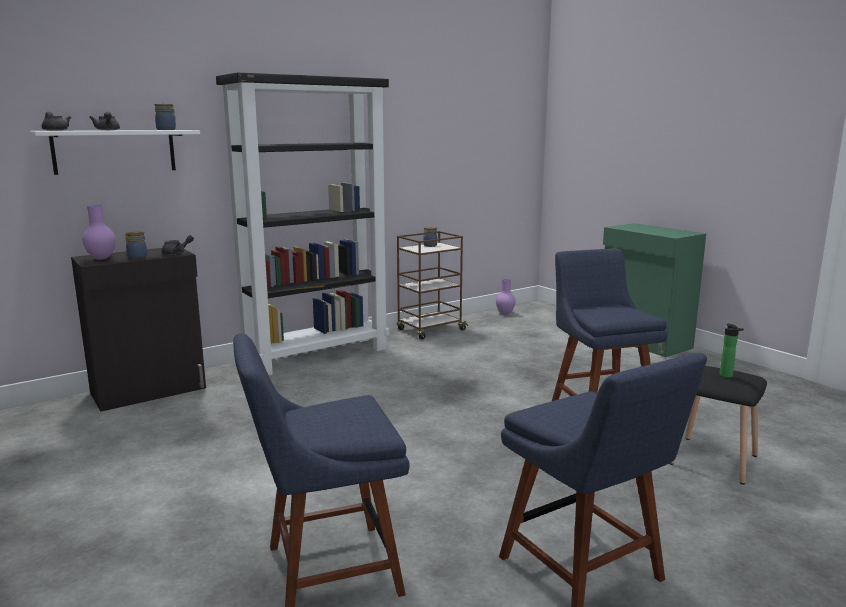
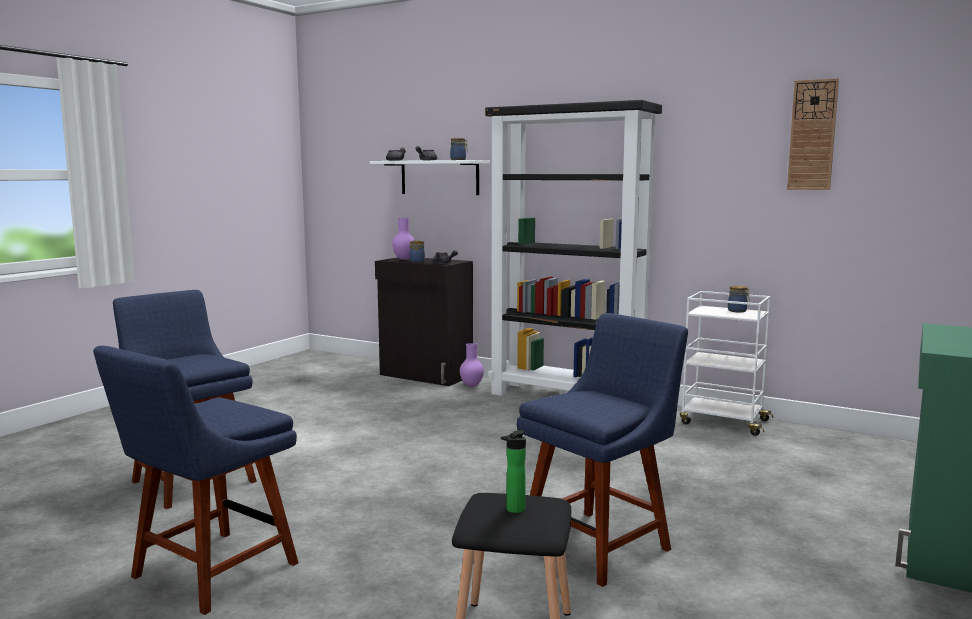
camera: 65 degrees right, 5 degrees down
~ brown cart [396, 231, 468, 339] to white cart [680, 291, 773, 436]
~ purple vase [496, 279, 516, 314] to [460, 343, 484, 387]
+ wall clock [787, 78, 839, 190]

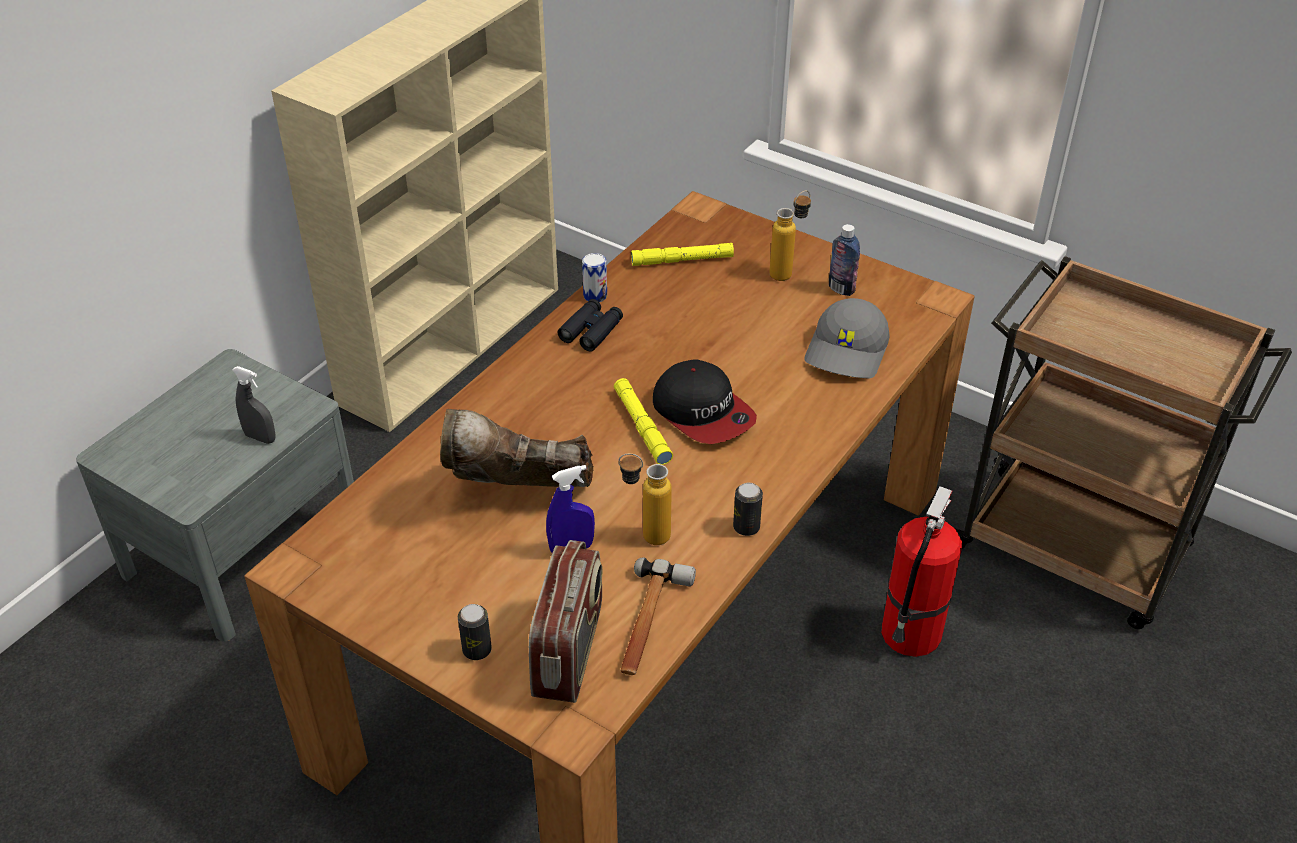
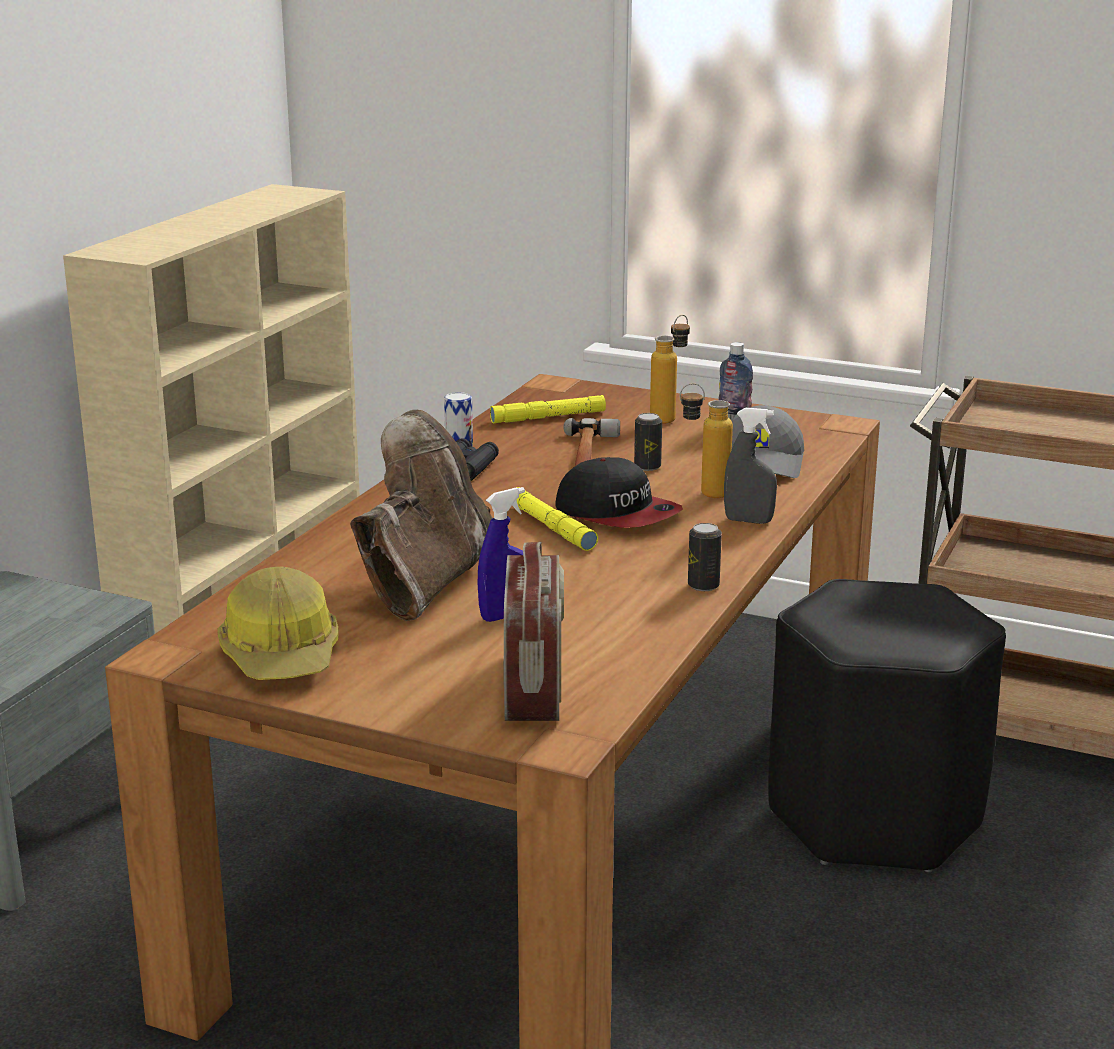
camera: 10 degrees left, 20 degrees down
~ grey spray bottle [232, 366, 276, 444] to [724, 408, 777, 524]
~ brown boot [440, 409, 593, 487] = [350, 410, 493, 621] 120 degrees clockwise
~ can [458, 604, 492, 660] to [634, 413, 662, 471]
~ bottle [618, 453, 672, 545] to [680, 383, 733, 498]
~ hammer [621, 557, 696, 675] to [564, 418, 620, 466]
~ fire extinguisher [881, 486, 962, 657] to black stool [768, 579, 1006, 872]
+ hard hat [217, 567, 339, 680]

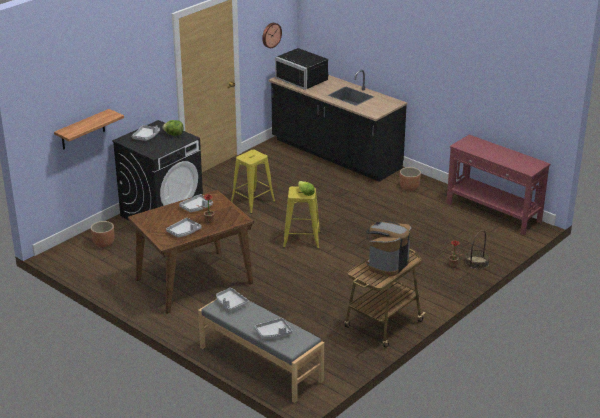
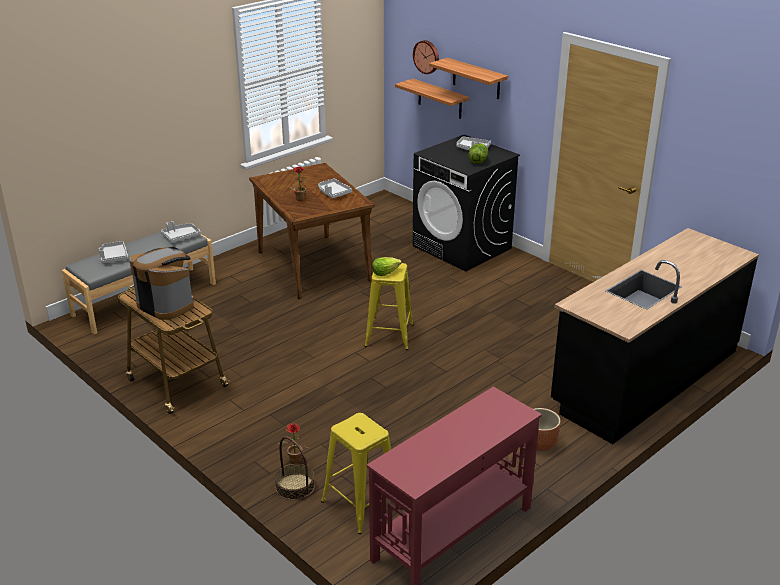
camera: 95 degrees right, 0 degrees up
- brown planter [91, 221, 114, 247]
- grey tray [166, 218, 202, 237]
~ yellow stool [231, 150, 275, 214] to [321, 413, 401, 534]
~ wall clock [262, 23, 282, 48] to [413, 40, 439, 74]
- black microwave [275, 48, 329, 90]
+ shelf [429, 58, 508, 99]

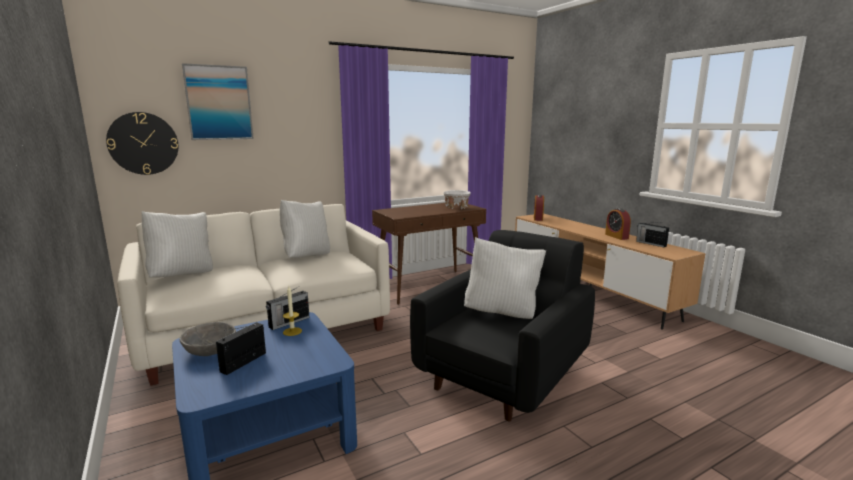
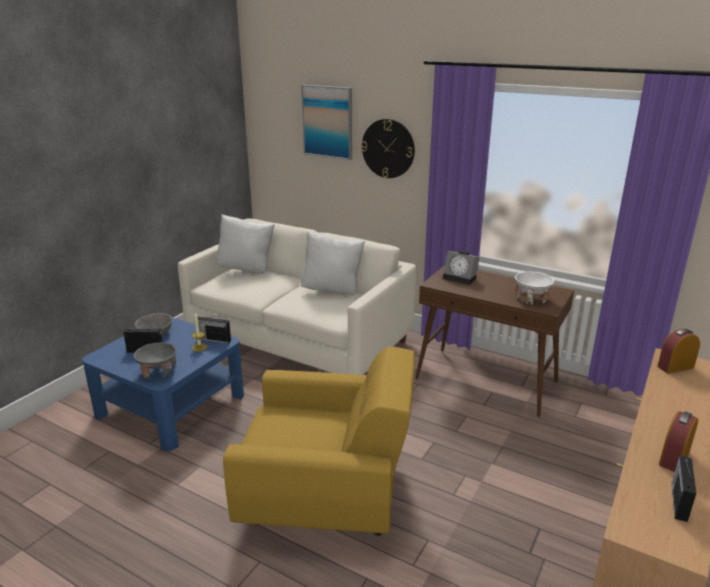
camera: 60 degrees right, 10 degrees up
~ wall clock [106, 112, 178, 175] to [361, 119, 415, 178]
~ black armchair [410, 230, 595, 422] to yellow armchair [223, 347, 415, 536]
- white pillow [464, 237, 546, 319]
+ grey bowl [134, 342, 177, 380]
+ alarm clock [443, 251, 480, 285]

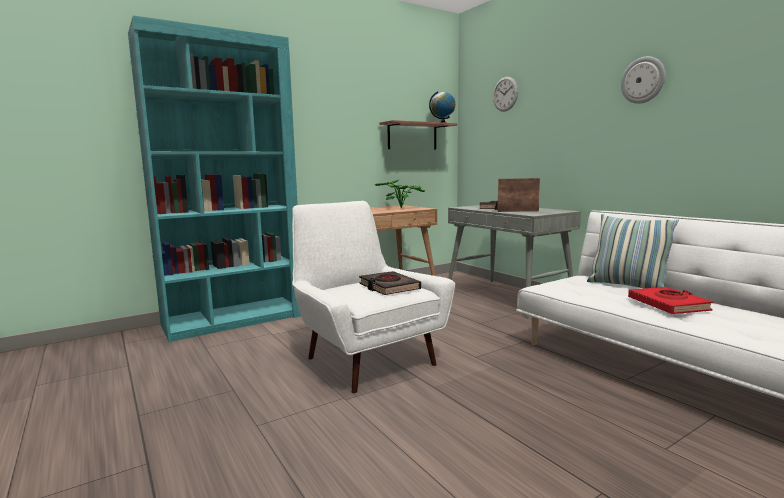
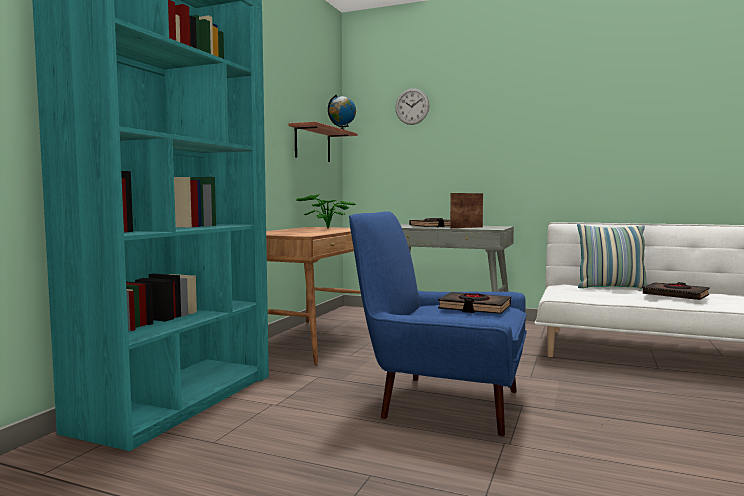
camera: 35 degrees left, 5 degrees down
~ white armchair [292, 201, 455, 393] to blue armchair [349, 211, 527, 436]
- wall clock [621, 56, 665, 104]
~ red book [628, 287, 714, 314] to black book [643, 282, 710, 300]

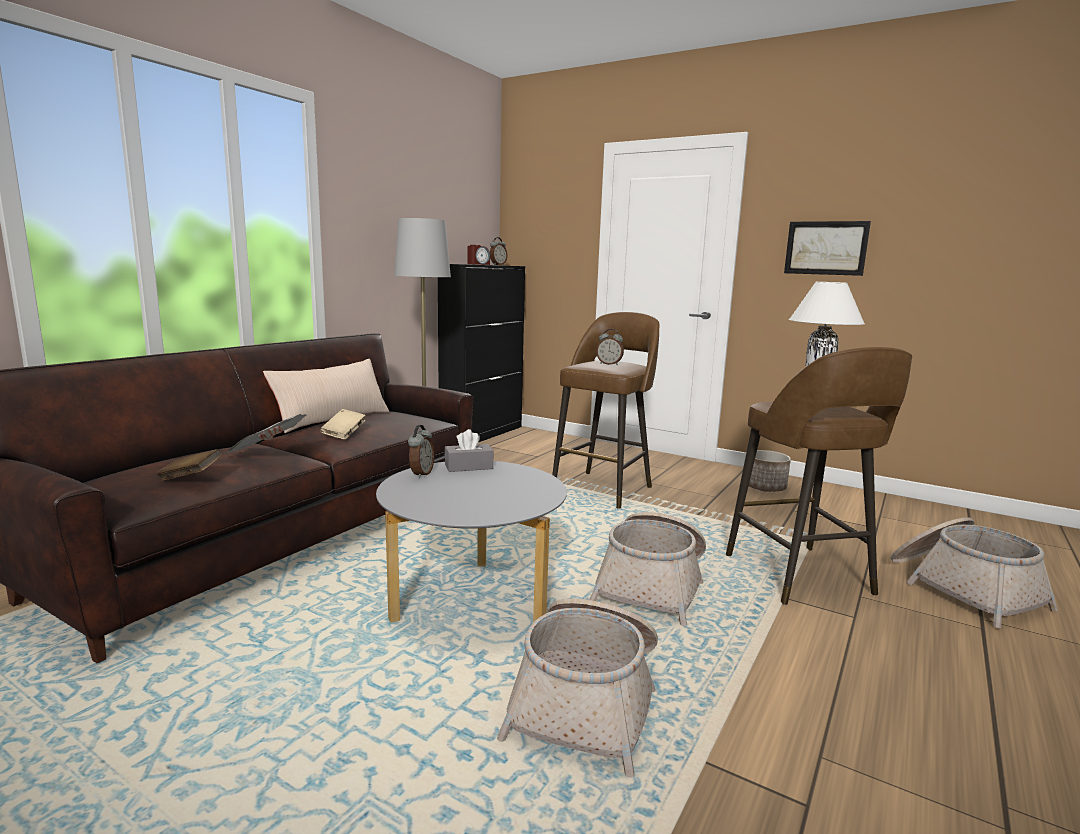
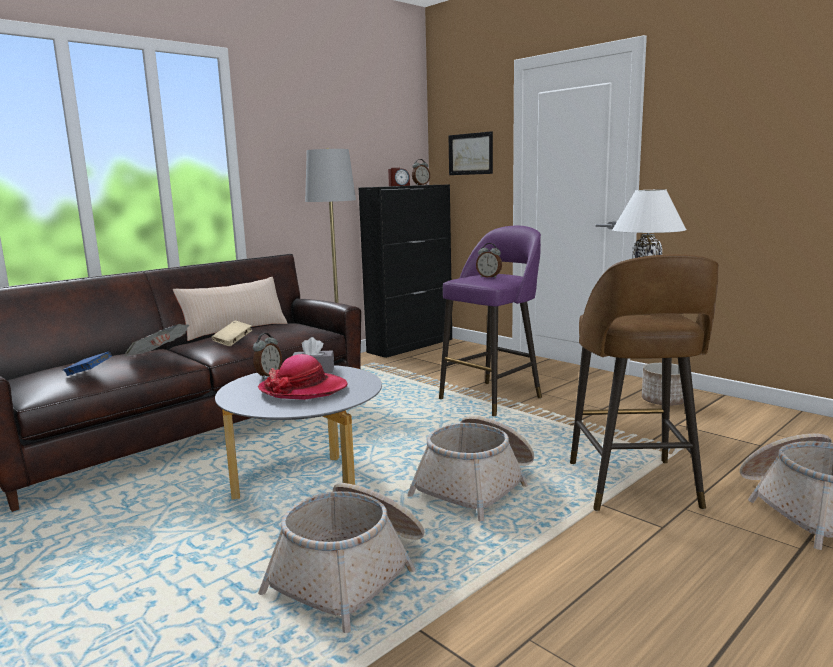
camera: 15 degrees right, 0 degrees up
~ brown book [156, 449, 222, 481] to blue book [63, 351, 112, 376]
~ brown stool [552, 312, 659, 509] to purple stool [439, 226, 542, 416]
~ picture [784, 221, 871, 276] to [449, 131, 493, 175]
+ hat [258, 354, 347, 400]

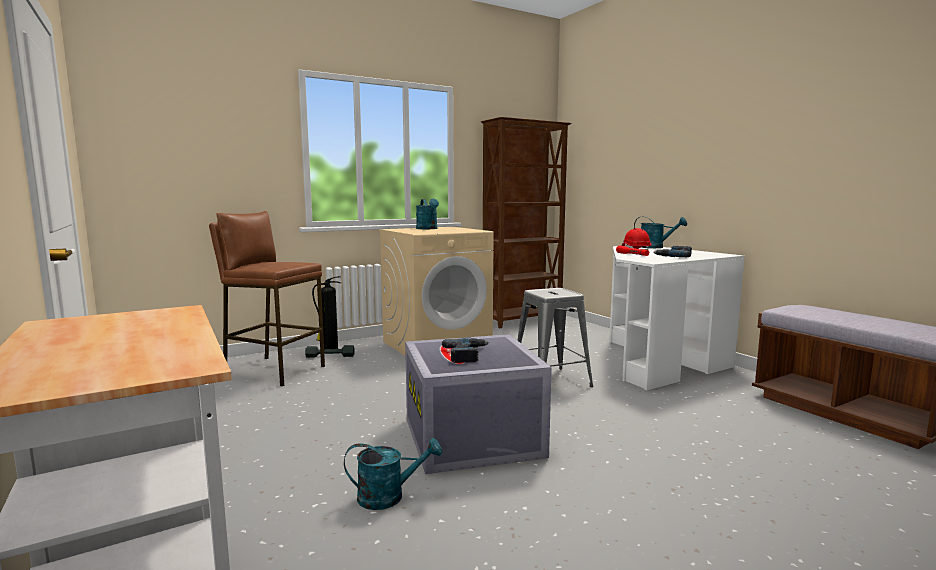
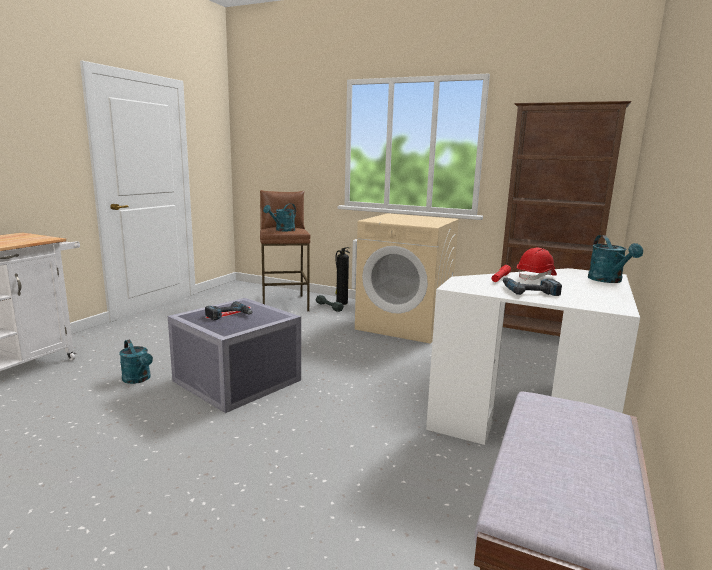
camera: 55 degrees right, 5 degrees up
~ turquoise watering can [416, 199, 439, 229] to [263, 203, 296, 231]
- grey stool [518, 288, 593, 387]

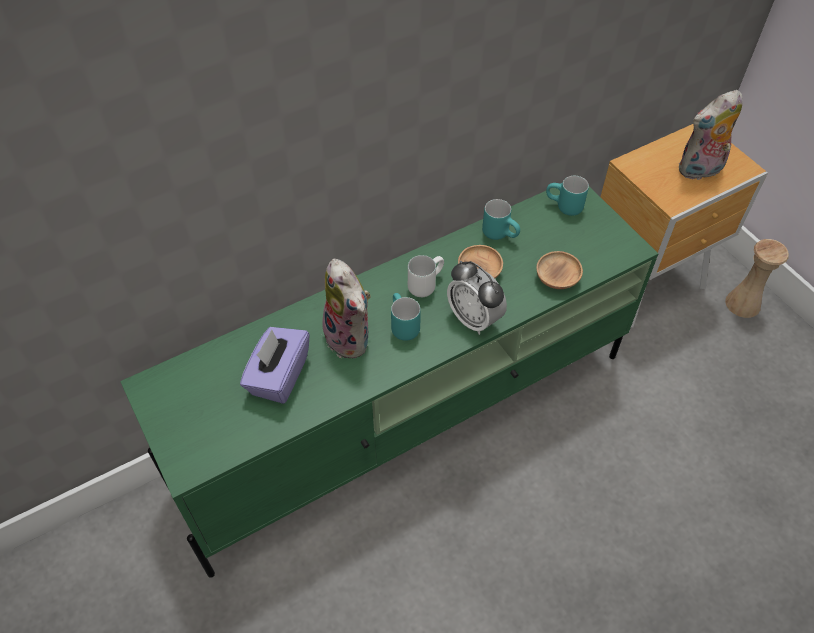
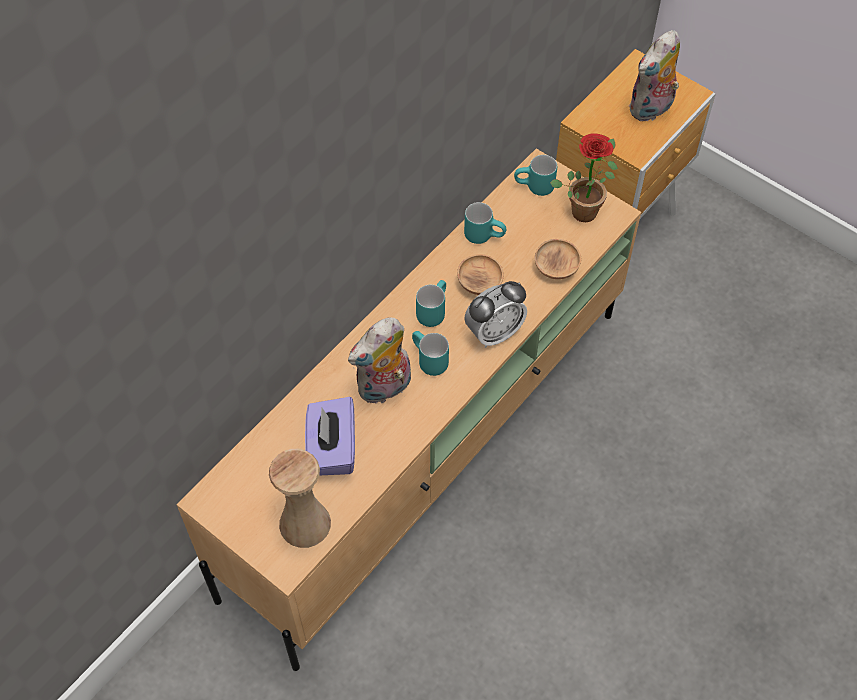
camera: 20 degrees left, 5 degrees up
~ green tv stand [120, 187, 658, 578] to beige tv stand [176, 149, 641, 671]
~ plush toy [322, 259, 370, 358] = [348, 317, 411, 404] 105 degrees clockwise
~ white mug [408, 255, 444, 297] to turquoise mug [416, 280, 446, 327]
~ alarm clock [447, 261, 507, 335] = [464, 281, 527, 348] 60 degrees counterclockwise
~ beige vase [725, 239, 789, 318] to [269, 449, 331, 548]
+ potted plant [550, 134, 618, 222]

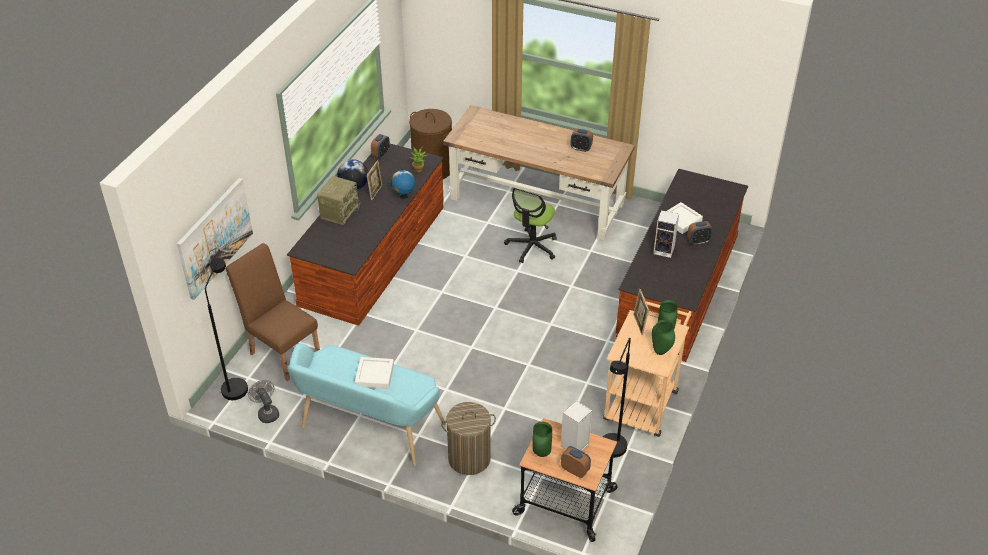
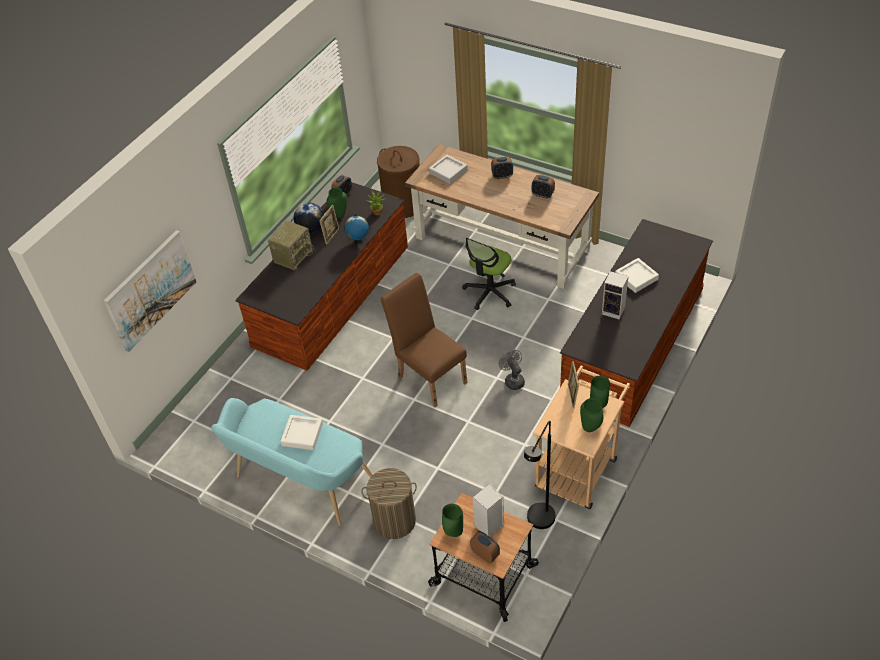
camera: 10 degrees right, 5 degrees up
- black floor lamp [205, 257, 248, 400]
~ brown chair [226, 243, 320, 381] to [381, 273, 467, 407]
~ grey fan [248, 380, 279, 423] to [498, 350, 525, 390]
~ alarm clock [687, 221, 713, 245] to [491, 157, 513, 179]
+ green vase [327, 188, 347, 218]
+ grey tray [429, 155, 468, 184]

